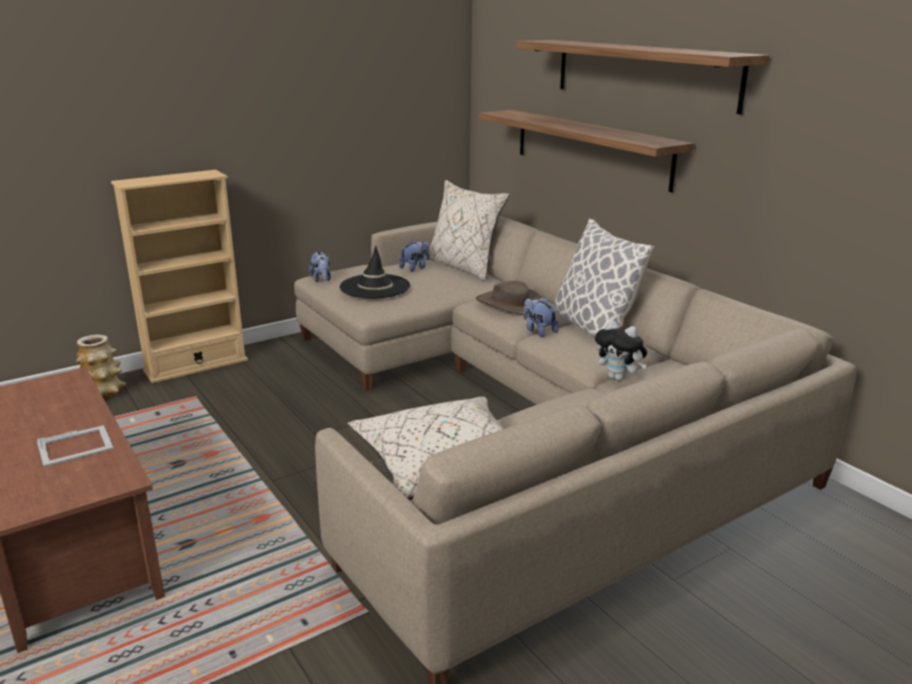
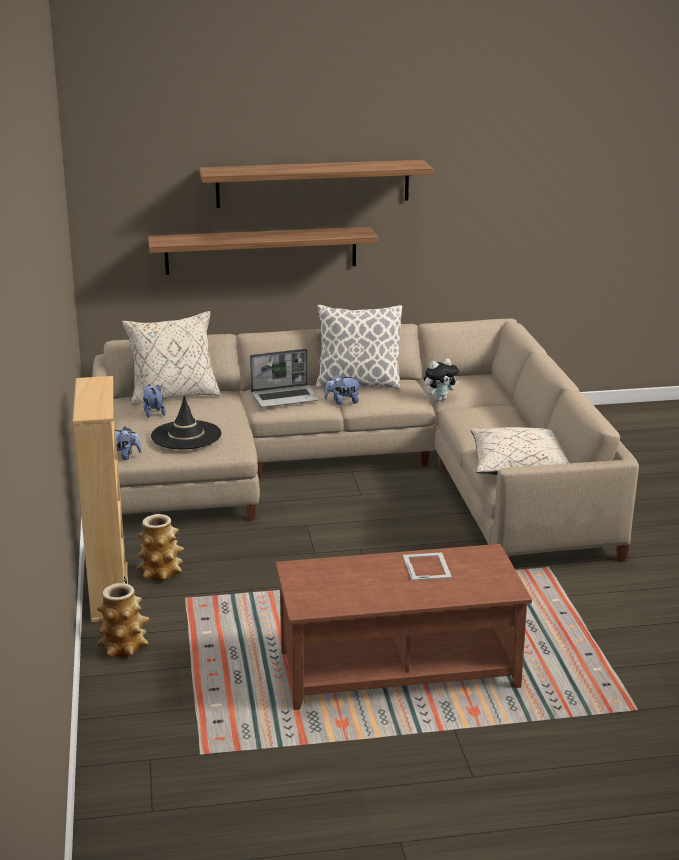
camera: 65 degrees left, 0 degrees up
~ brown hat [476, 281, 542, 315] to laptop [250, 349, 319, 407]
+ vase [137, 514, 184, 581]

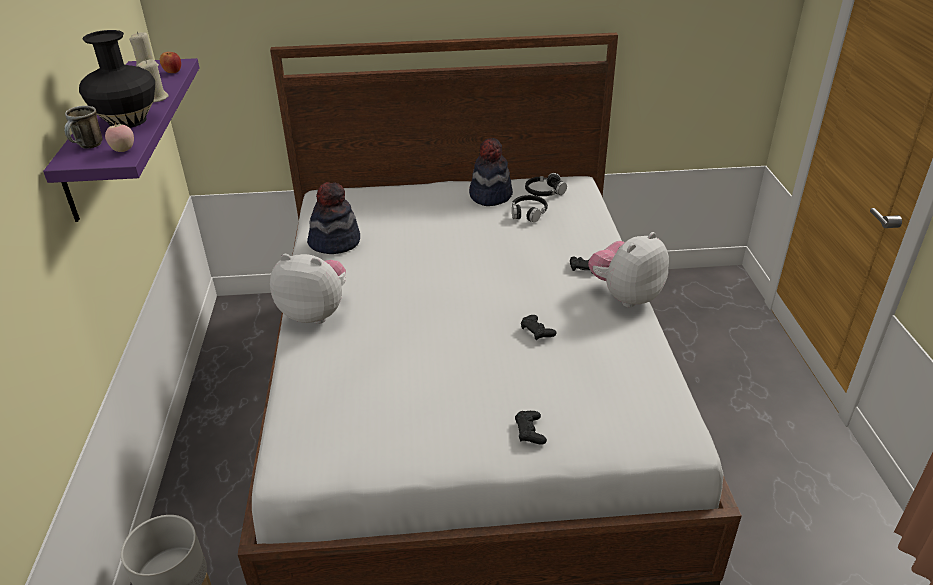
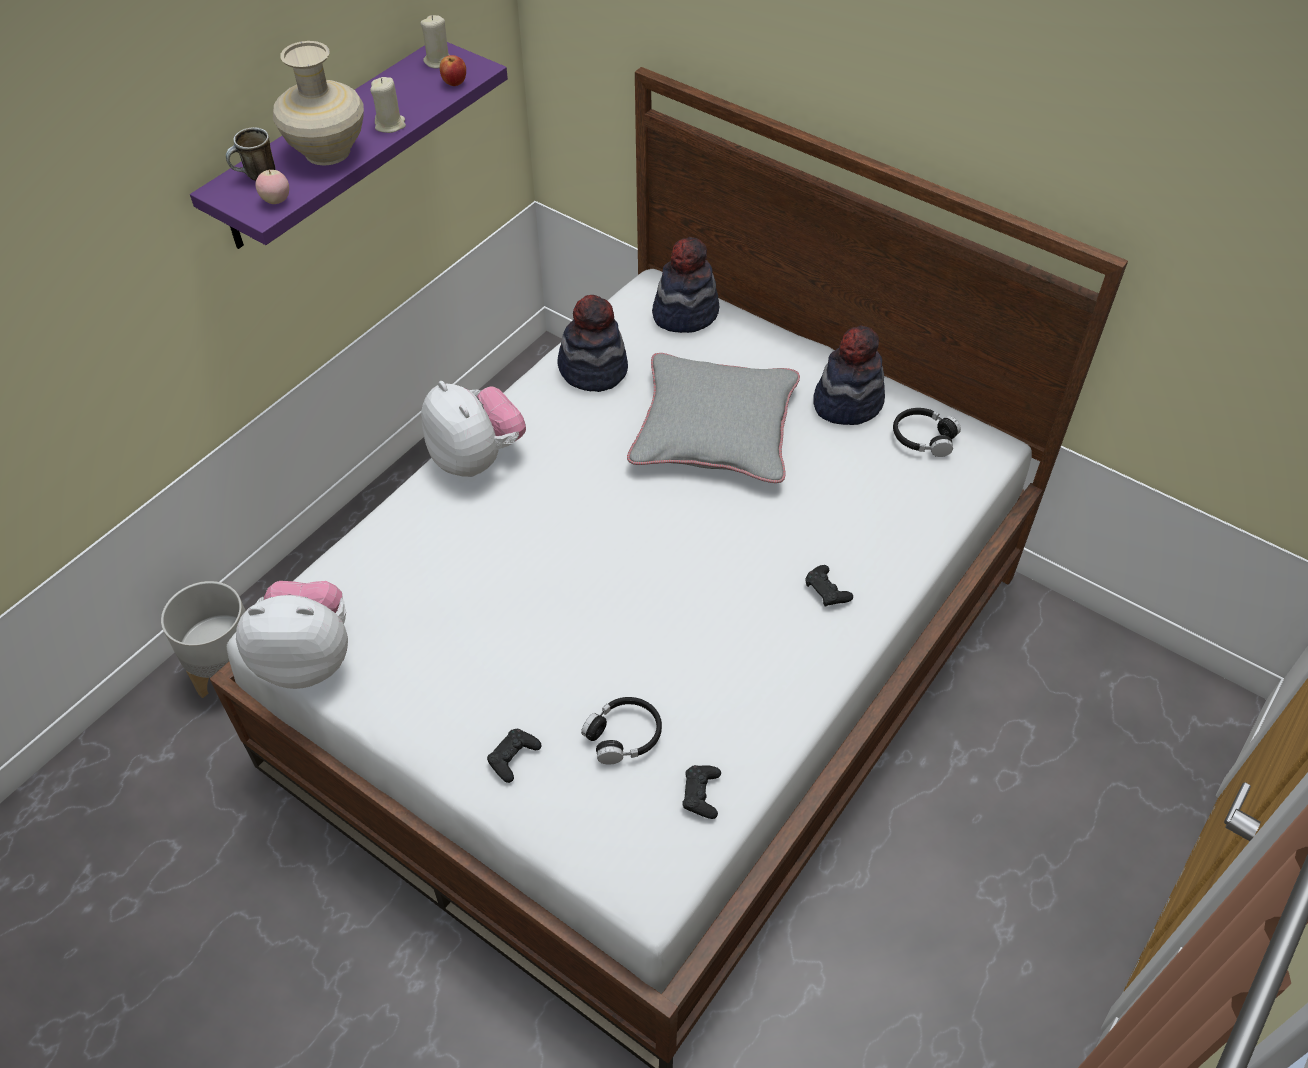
camera: 40 degrees right, 15 degrees up
~ black vase [79, 30, 155, 128] to beige vase [273, 41, 364, 166]
~ black headphones [512, 195, 548, 223] to [581, 697, 662, 765]
~ black game controller [521, 315, 556, 340] to [683, 765, 721, 819]
~ plush toy [588, 232, 669, 307] to [236, 581, 348, 689]
+ grey pillow [627, 353, 800, 483]
+ hat [652, 237, 719, 333]

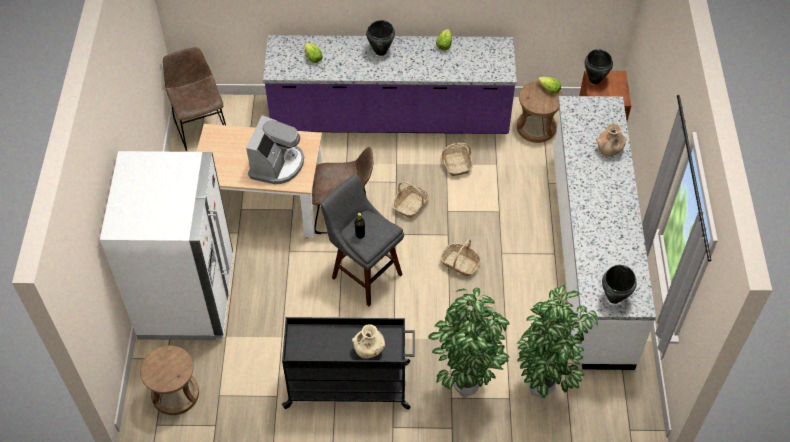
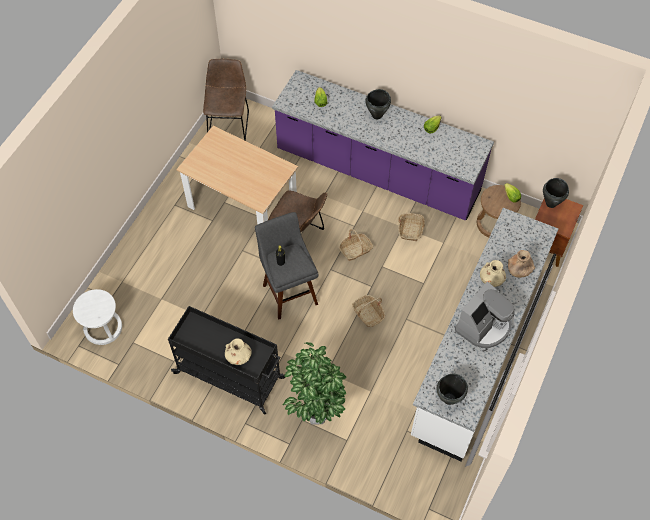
camera: 25 degrees right, 5 degrees up
- white fridge [100, 151, 233, 340]
~ brown stool [140, 346, 199, 415] to white stool [73, 289, 122, 345]
~ coffee machine [246, 115, 304, 184] to [455, 281, 515, 348]
- potted plant [517, 285, 598, 399]
+ beige vase [480, 260, 506, 287]

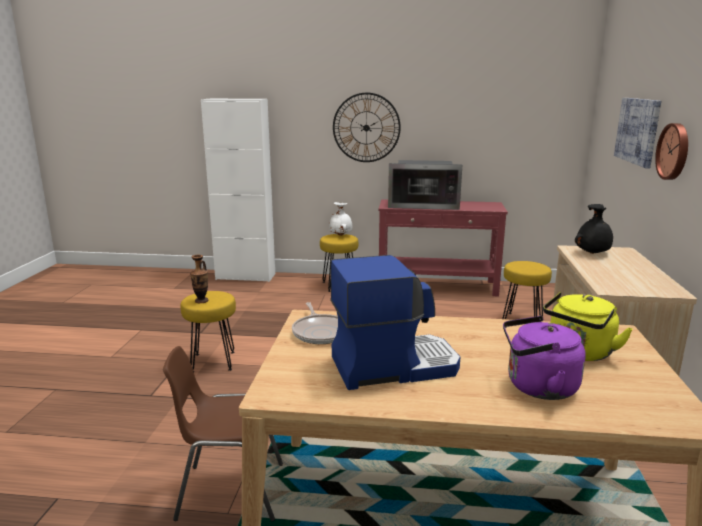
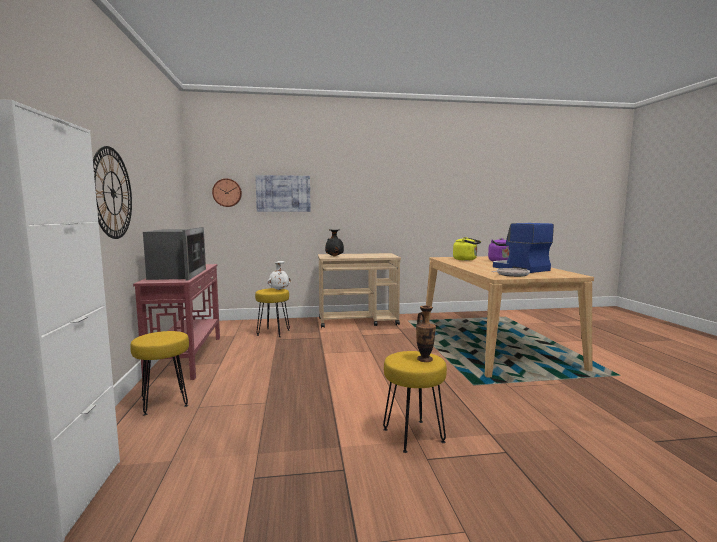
camera: 105 degrees left, 10 degrees down
- brown chair [163, 346, 283, 522]
~ white vase [329, 202, 352, 236] to [267, 261, 291, 290]
~ wall clock [655, 123, 688, 180] to [212, 178, 242, 207]

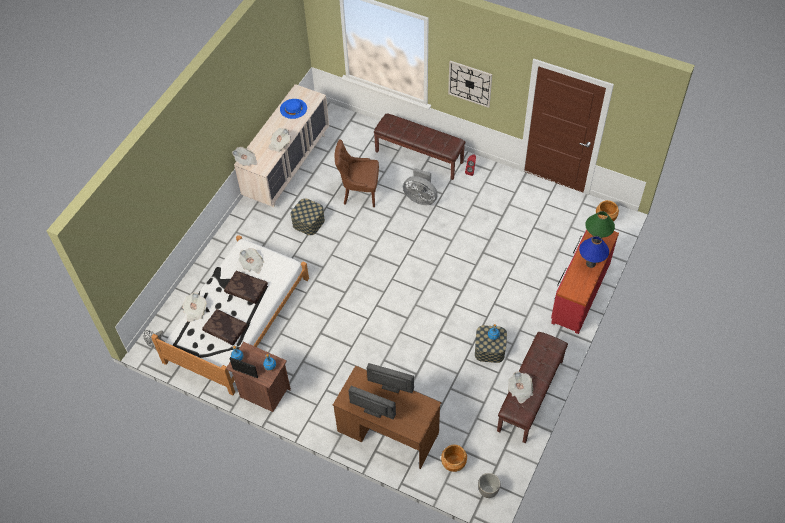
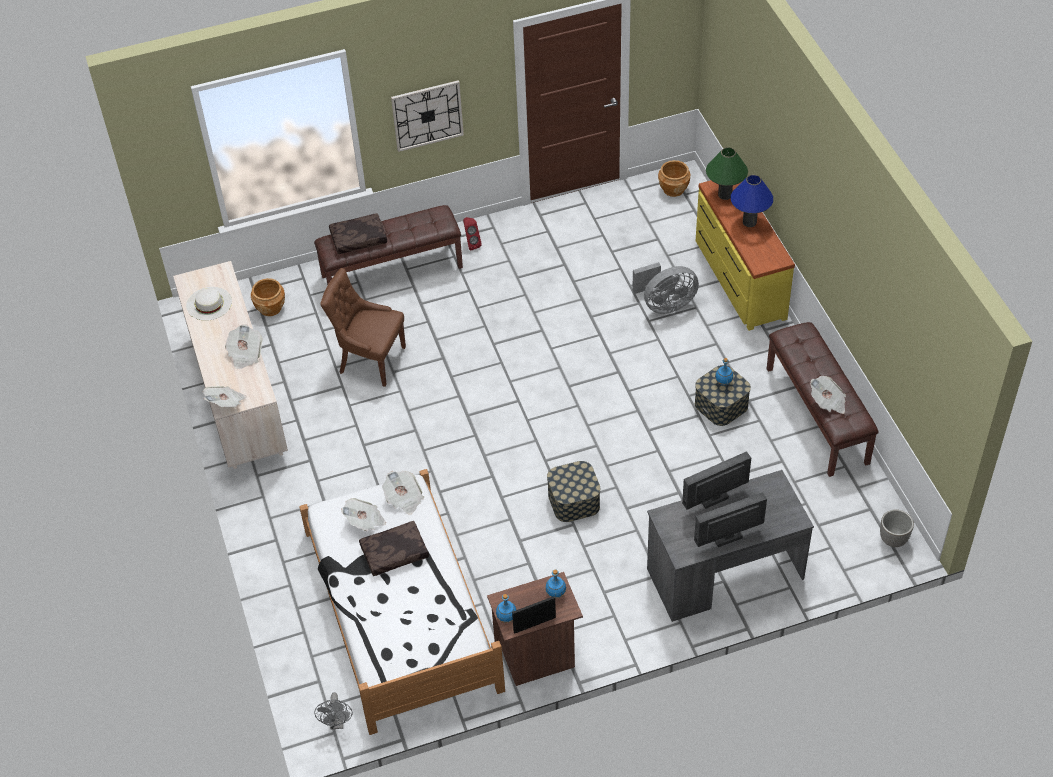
camera: 45 degrees left, 5 degrees down
~ newspaper [182, 293, 207, 322] to [382, 471, 424, 515]
~ brown pillow [202, 309, 247, 345] to [329, 213, 387, 254]
~ blue hat [280, 99, 307, 119] to white hat [186, 287, 232, 321]
~ storage box [290, 199, 325, 235] to [547, 461, 600, 522]
~ brown desk [333, 366, 441, 469] to grey desk [647, 470, 814, 622]
~ brown chair [334, 140, 379, 207] = [320, 268, 406, 387] 60 degrees clockwise
~ grey fan [403, 168, 438, 205] to [632, 262, 699, 314]
~ brown planter [441, 445, 467, 472] to [251, 278, 285, 316]
~ red dresser [551, 229, 619, 334] to yellow dresser [696, 180, 795, 331]

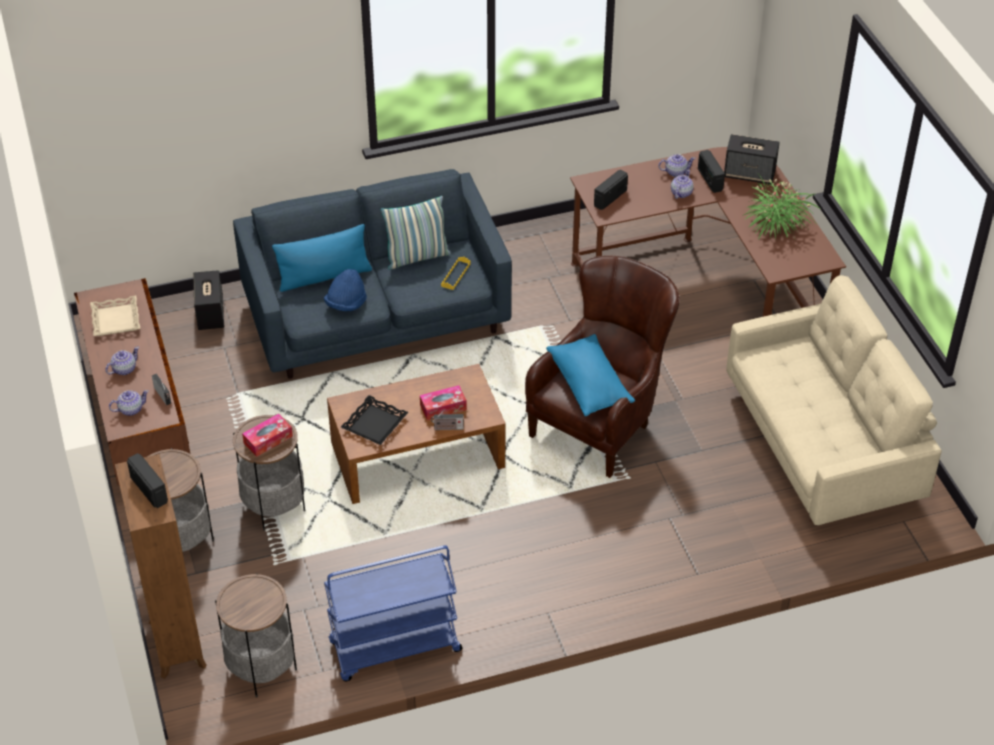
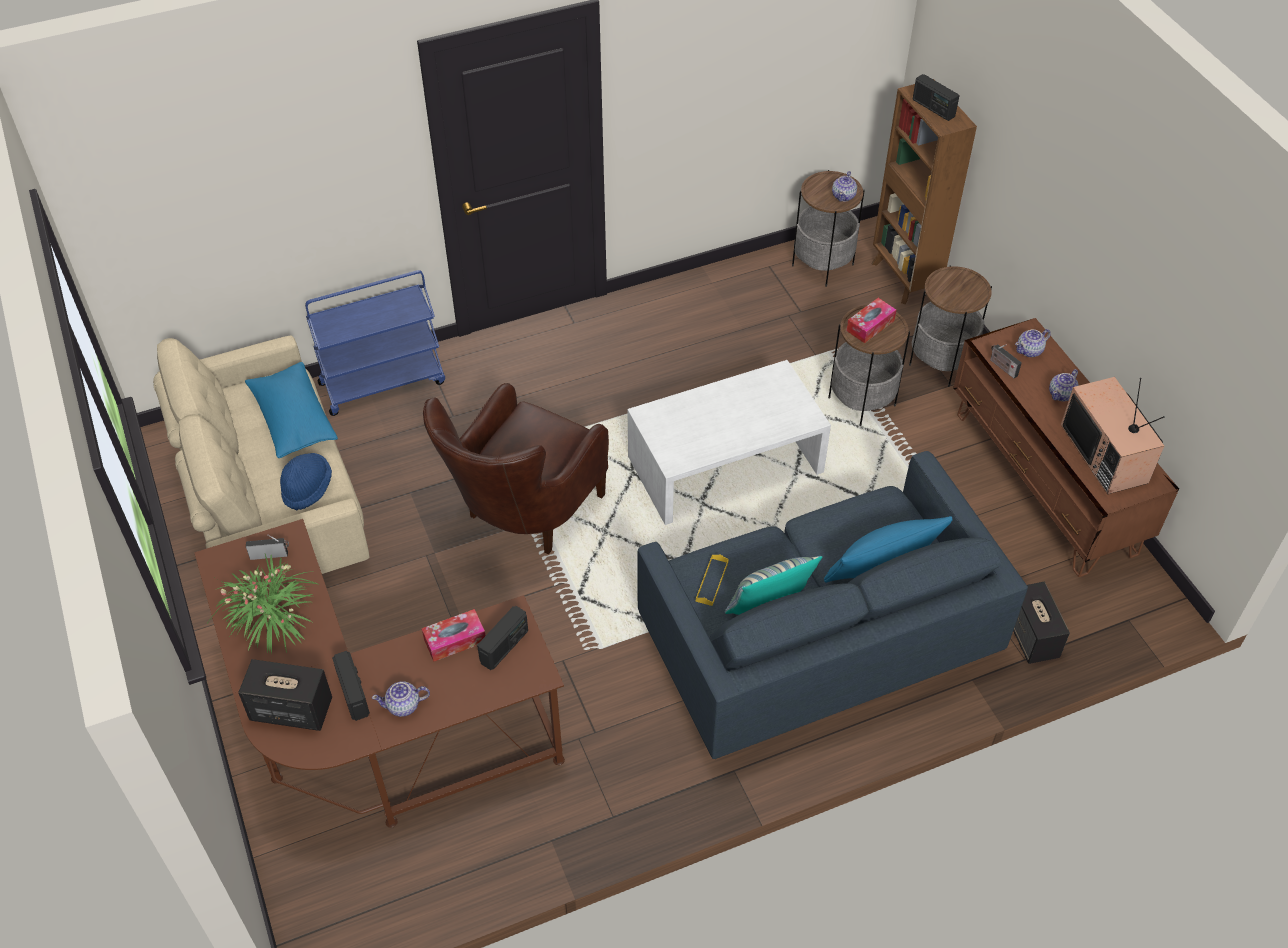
camera: 175 degrees right, 5 degrees up
~ beige tray [90, 296, 140, 336] to television [1061, 377, 1165, 494]
~ blue hat [324, 269, 367, 311] to [280, 453, 332, 510]
~ blue cart [324, 545, 462, 681] to [305, 270, 445, 416]
~ brown coffee table [327, 364, 506, 504] to white coffee table [628, 360, 831, 525]
- black tray [341, 395, 408, 445]
~ tissue box [420, 385, 467, 420] to [422, 609, 486, 662]
~ radio [431, 409, 464, 430] to [246, 534, 289, 560]
~ blue pillow [546, 334, 635, 416] to [245, 362, 338, 458]
~ teapot [671, 169, 694, 199] to [832, 171, 857, 202]

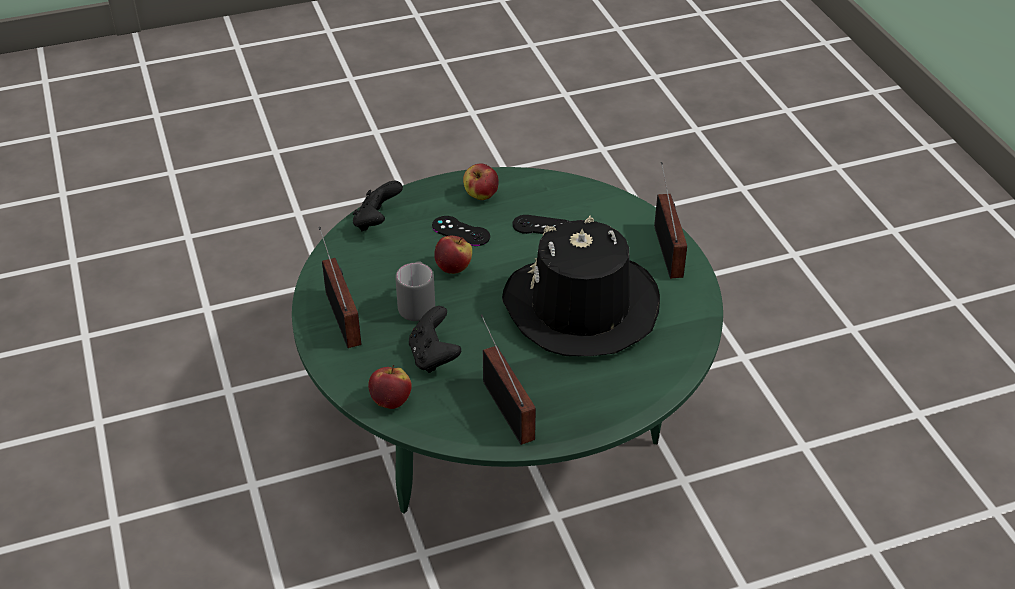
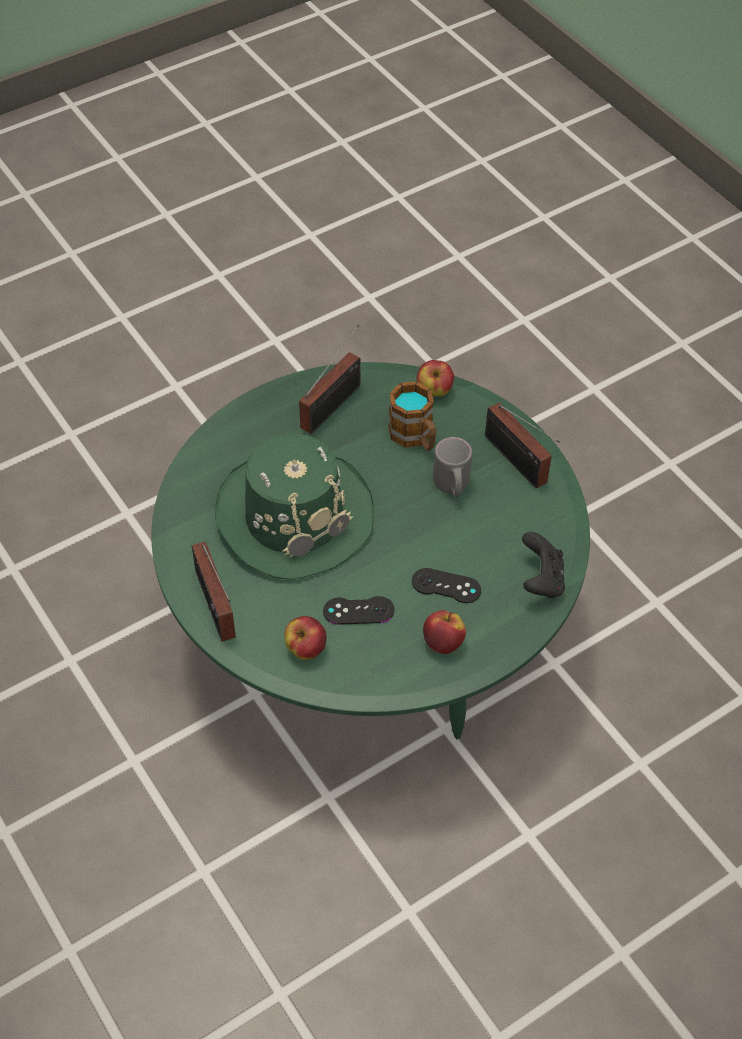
camera: 165 degrees right, 10 degrees up
~ black game controller [409, 306, 461, 373] to mug [388, 381, 436, 451]
~ apple [434, 236, 472, 274] to [285, 616, 327, 660]
~ radio [481, 314, 536, 445] = [299, 324, 361, 434] 105 degrees counterclockwise
~ black hat [502, 216, 660, 356] to green hat [215, 433, 374, 580]

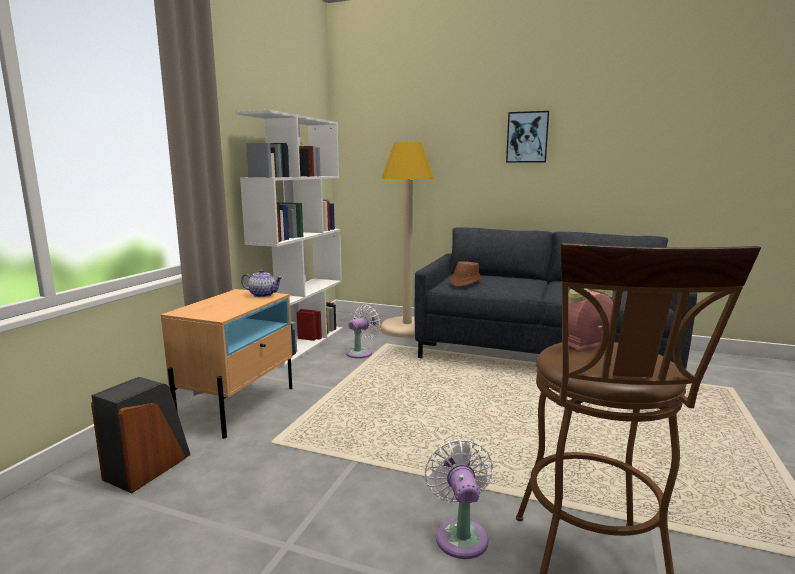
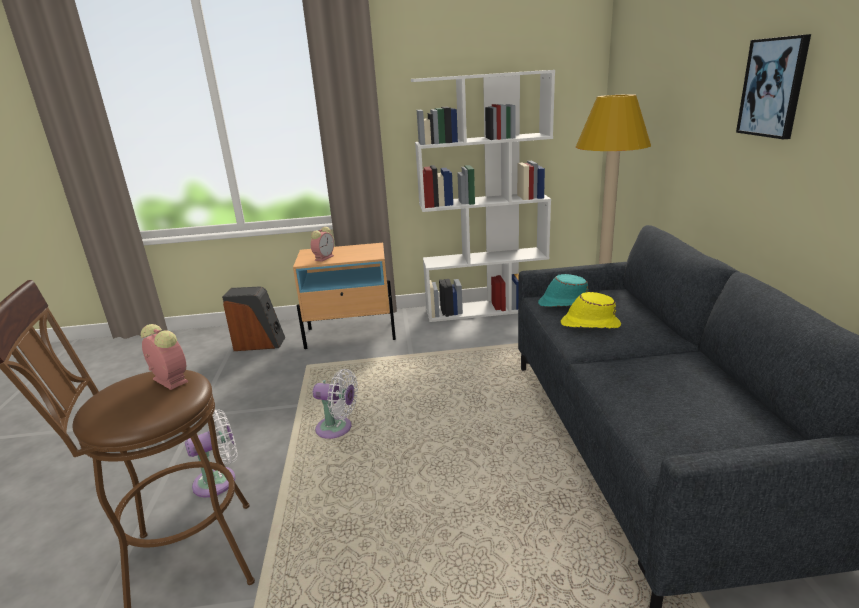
camera: 65 degrees right, 10 degrees up
- teapot [241, 269, 283, 297]
~ white fan [346, 304, 381, 358] to [313, 369, 358, 439]
~ brown hat [450, 261, 481, 287] to turquoise hat [538, 274, 588, 307]
+ alarm clock [311, 227, 334, 262]
+ yellow hat [561, 292, 621, 329]

